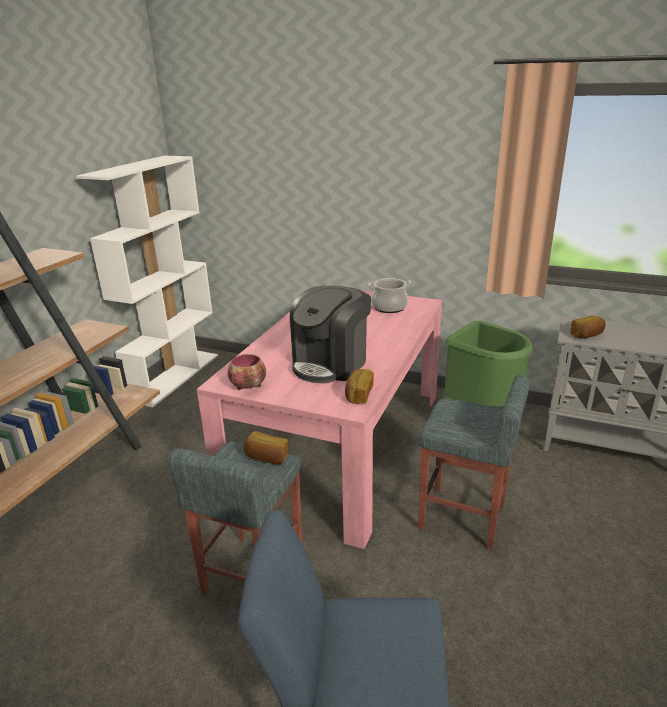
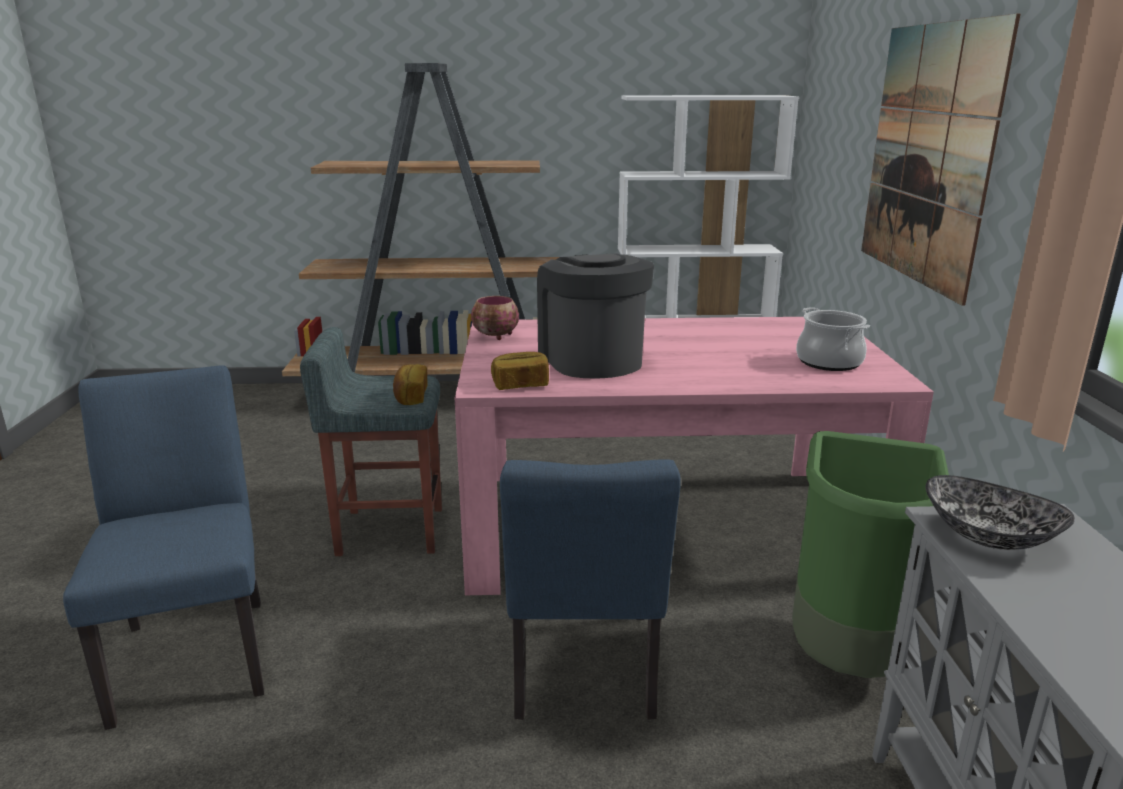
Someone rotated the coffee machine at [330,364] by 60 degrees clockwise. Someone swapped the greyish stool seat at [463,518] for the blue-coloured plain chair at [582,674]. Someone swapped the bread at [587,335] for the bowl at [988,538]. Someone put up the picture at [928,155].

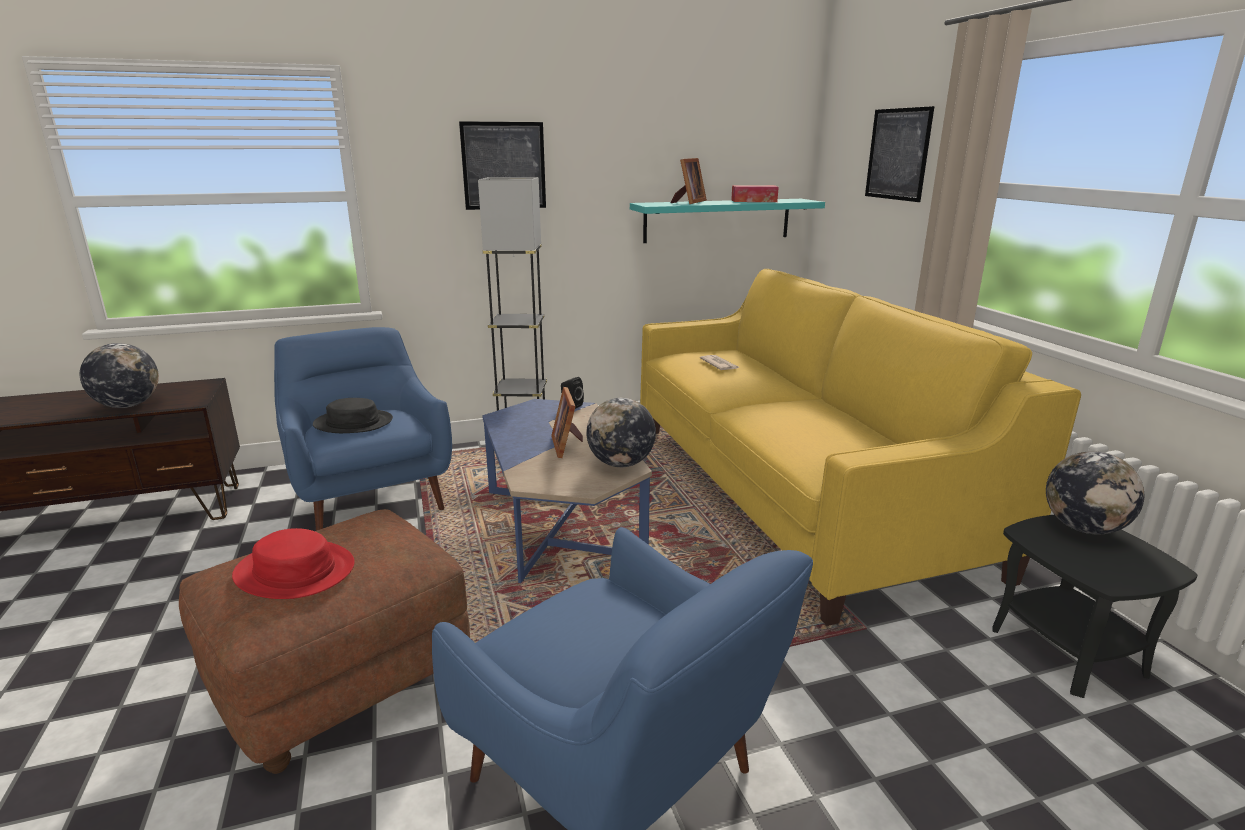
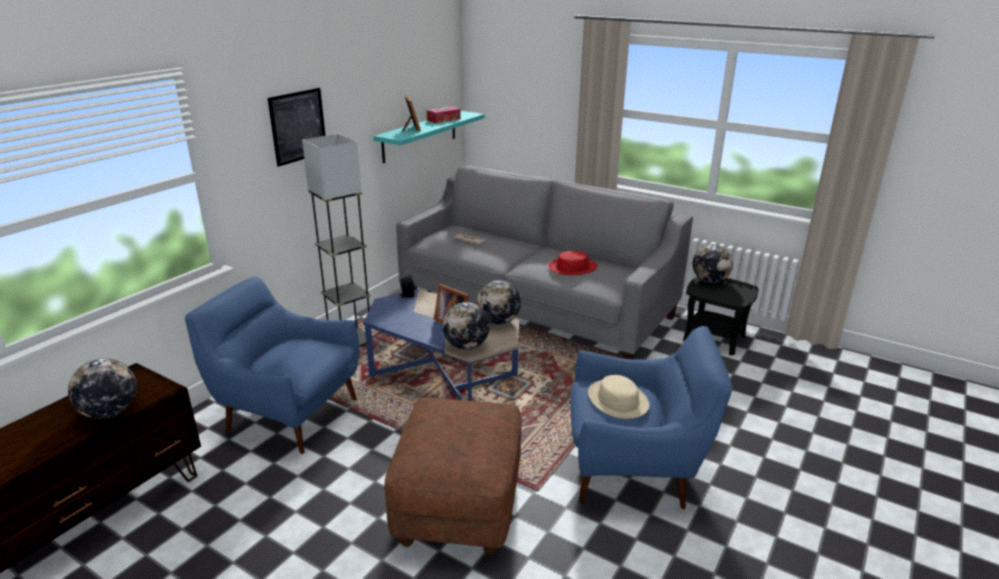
Someone carried the reddish wearable hat from [295,571] to [572,267]. Someone took away the black wearable hat at [353,423]. Someone repainted the yellow couch at [793,492], which became the greyish couch at [536,308]. Someone took away the picture at [898,154]. Someone put down the globe at [466,346]. Someone put down the beige-coloured wearable hat at [617,400].

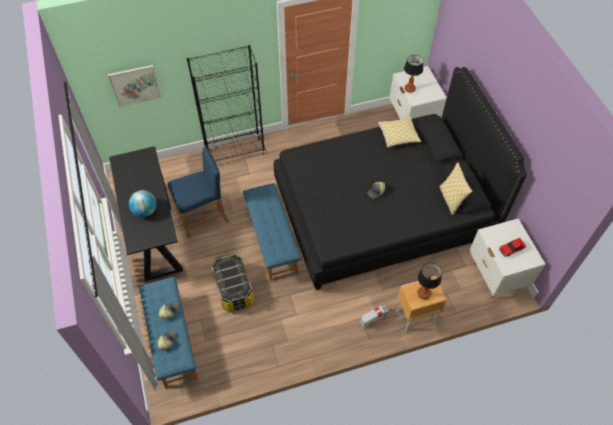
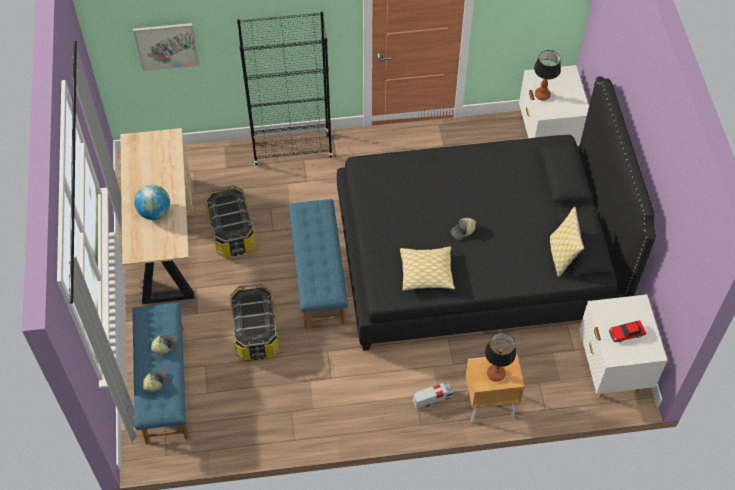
Someone repainted the black desk unit at [154,232], which became the beige-coloured desk unit at [165,242]. Someone swapped the blue-coloured stool seat at [203,217] for the storage bin at [232,231]. Someone carried the pillow from [398,135] to [426,273].

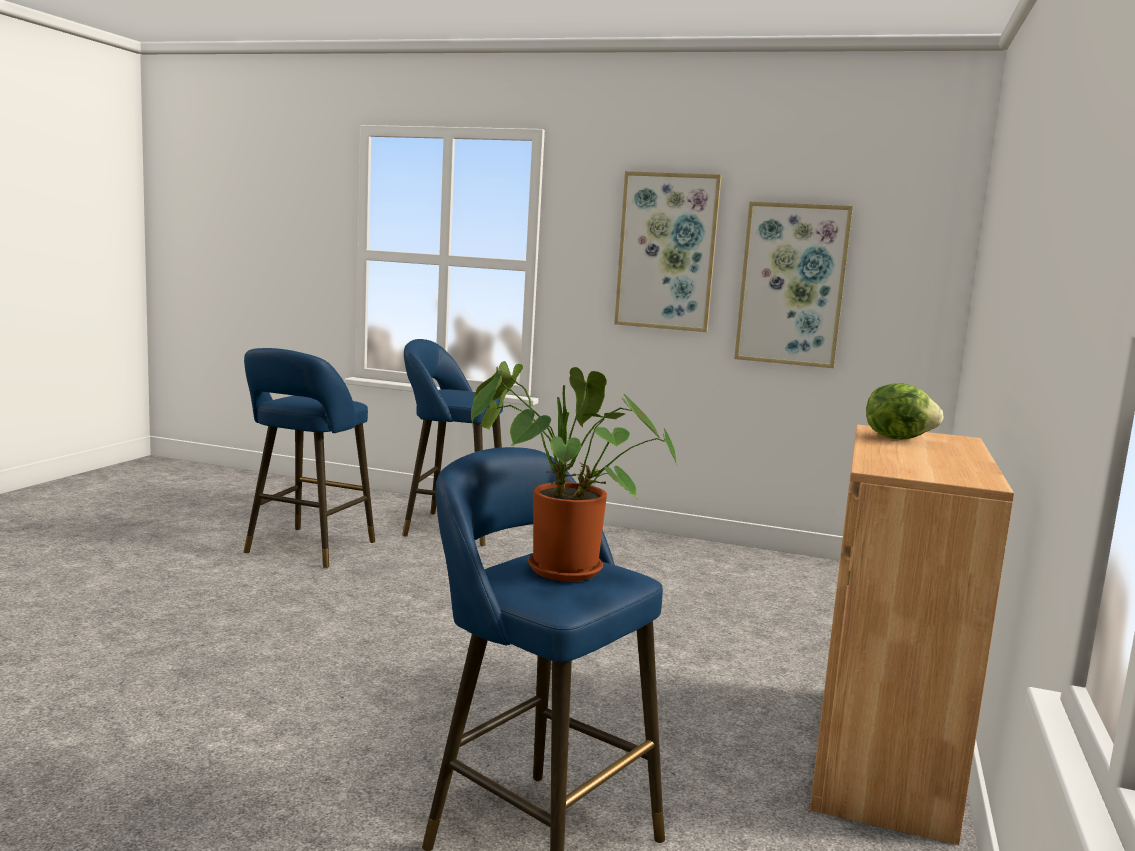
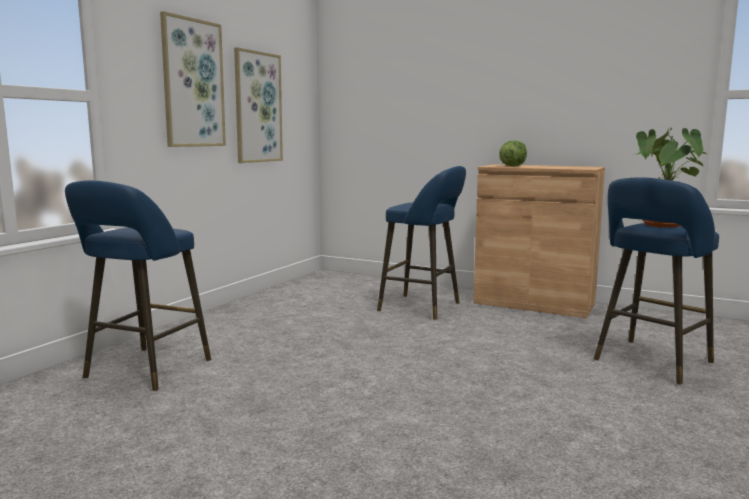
Someone carried the blue-coloured stool seat from [306,549] to [424,307].

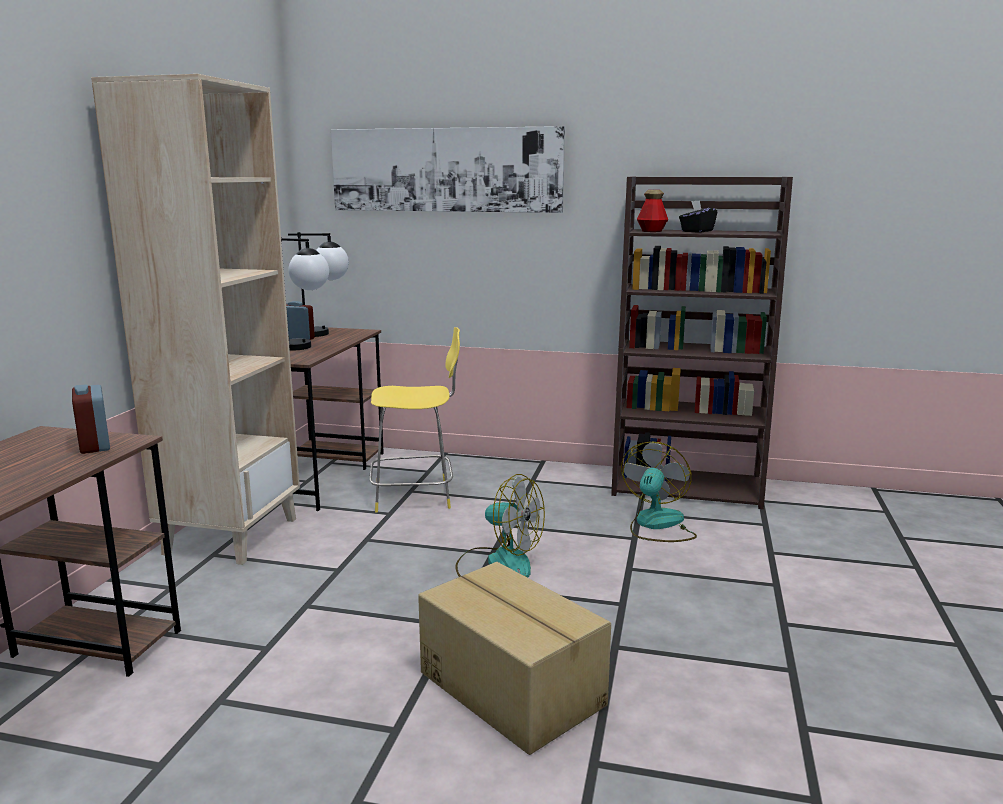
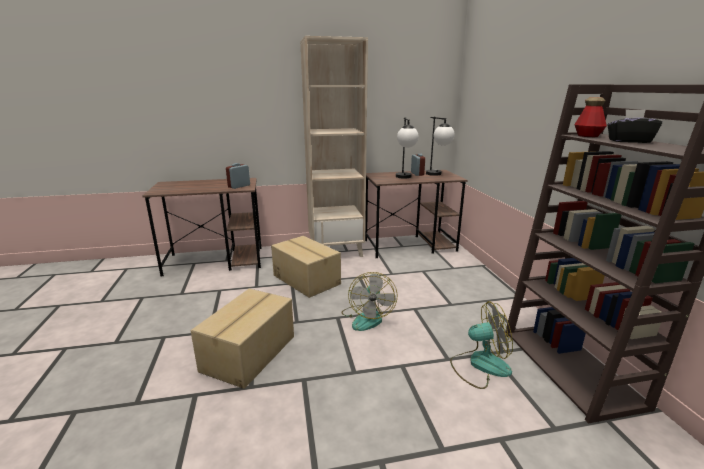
Someone took away the picture at [445,170]. Someone took away the yellow stool seat at [416,496]. Someone put down the cardboard box at [307,279].

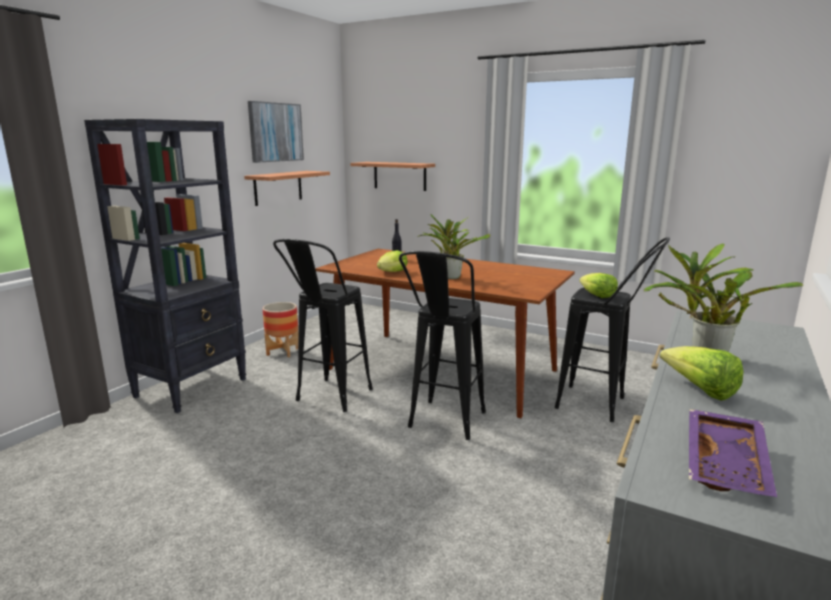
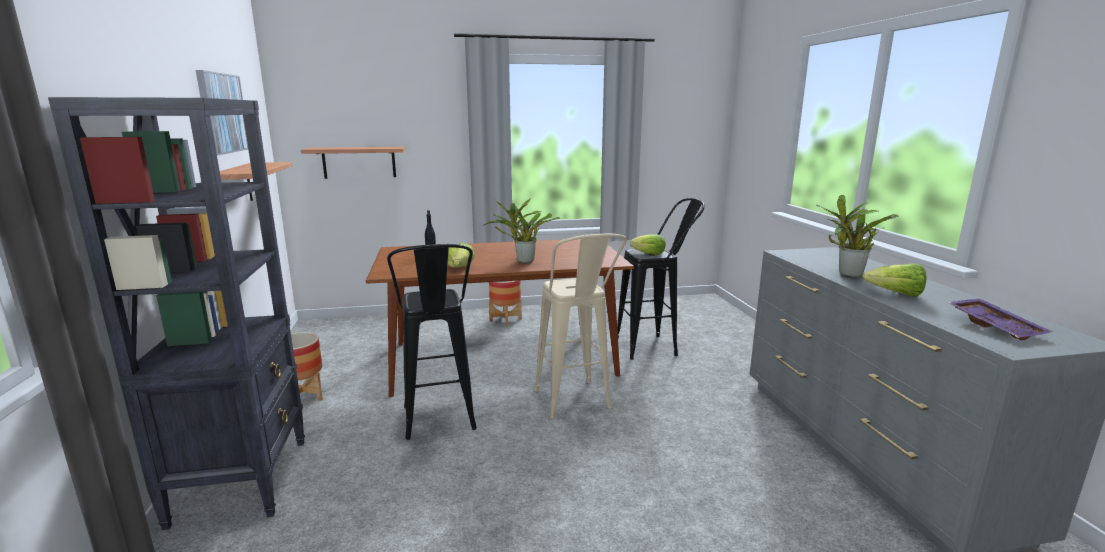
Someone repainted the black stool seat at [443,426], which became the beige-coloured stool seat at [576,405]. Someone put down the flower pot at [505,320].

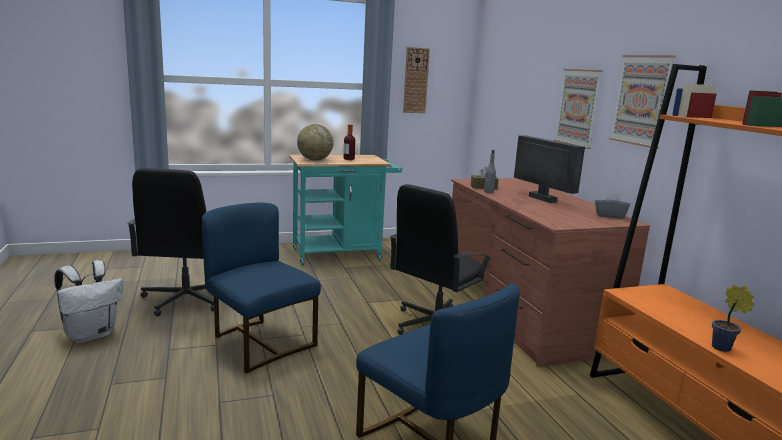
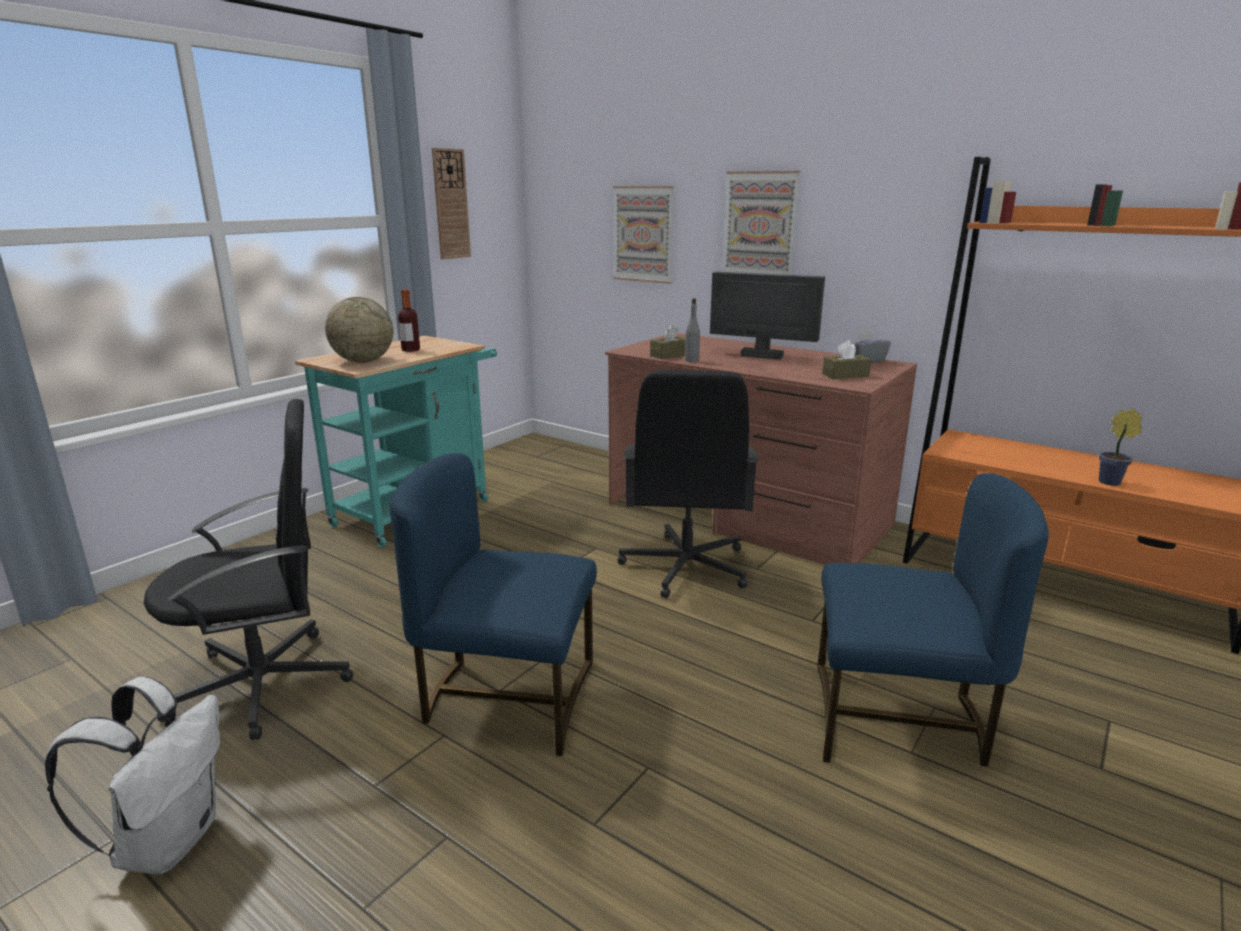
Someone rotated the black office chair at [185,299] by 75 degrees counterclockwise. Someone carried the picture from [641,100] to [643,234]. Someone put down the brown-coloured tissue holder at [845,375].

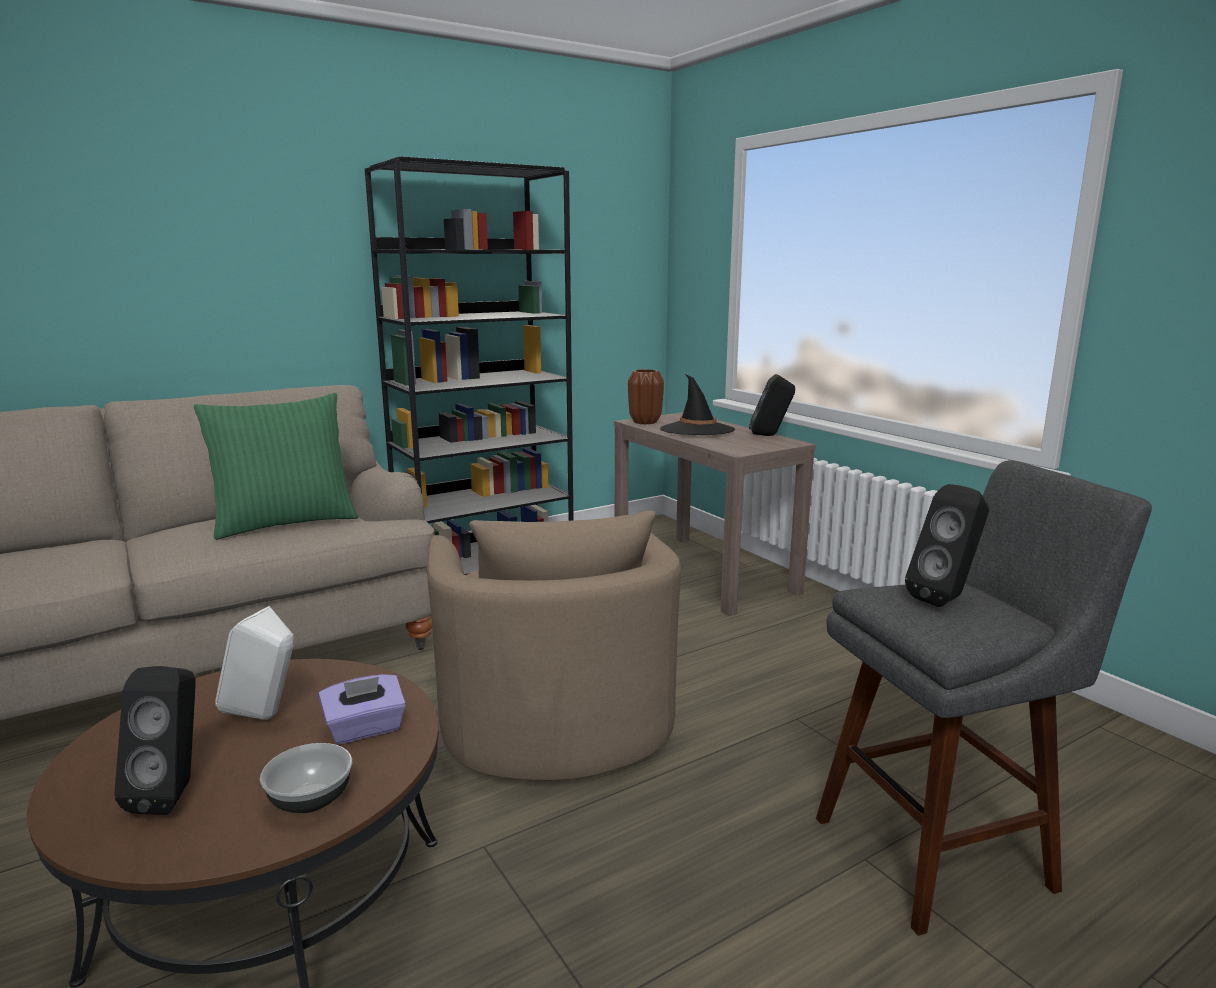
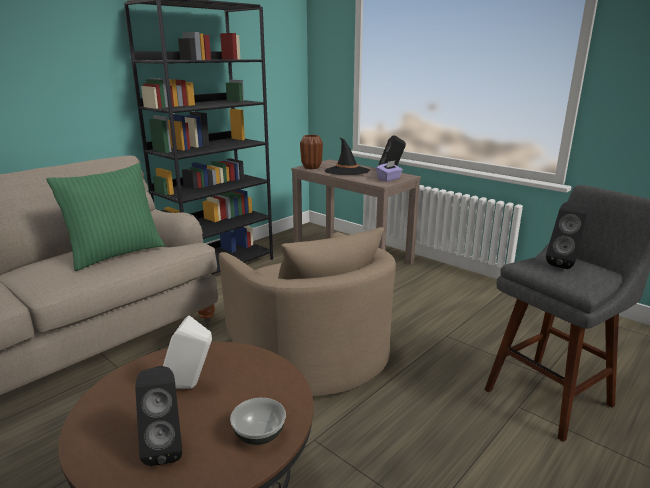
Someone carried the purplish tissue holder from [365,729] to [389,179].

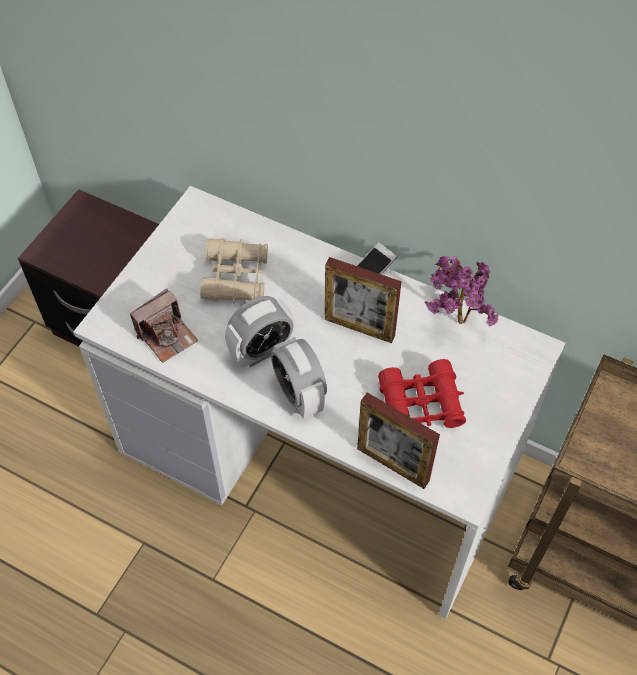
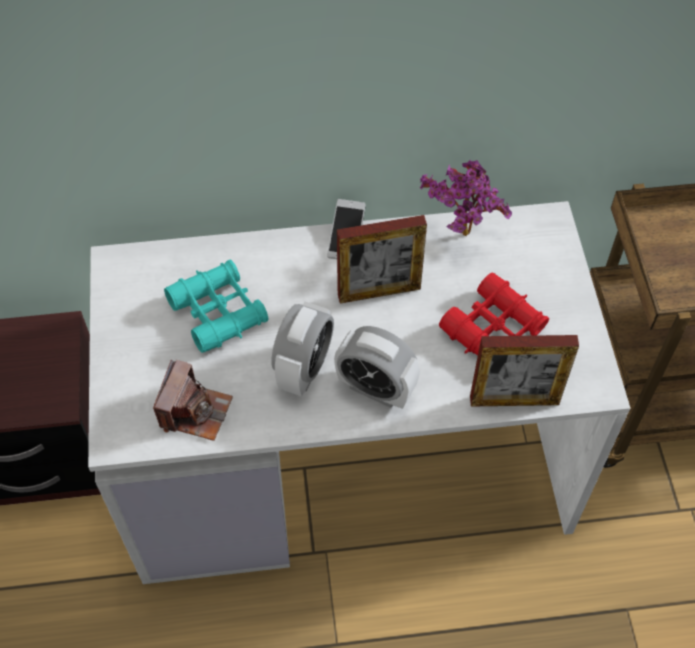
Someone repainted the beige-coloured field glasses at [236,277], which became the blue-green field glasses at [218,312].

